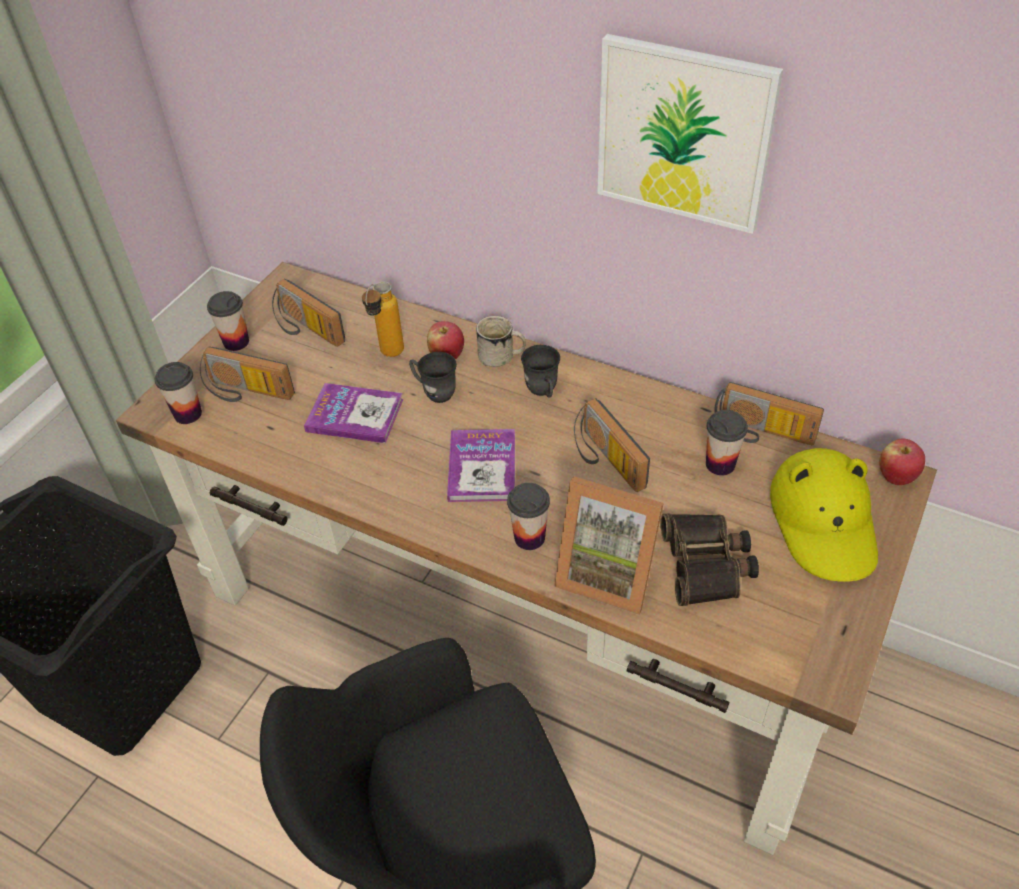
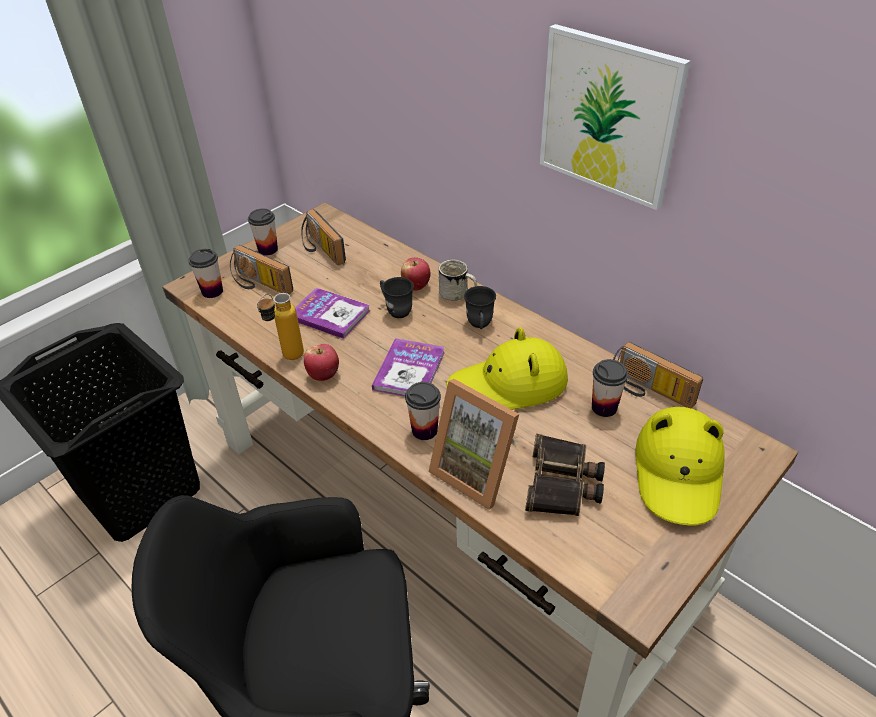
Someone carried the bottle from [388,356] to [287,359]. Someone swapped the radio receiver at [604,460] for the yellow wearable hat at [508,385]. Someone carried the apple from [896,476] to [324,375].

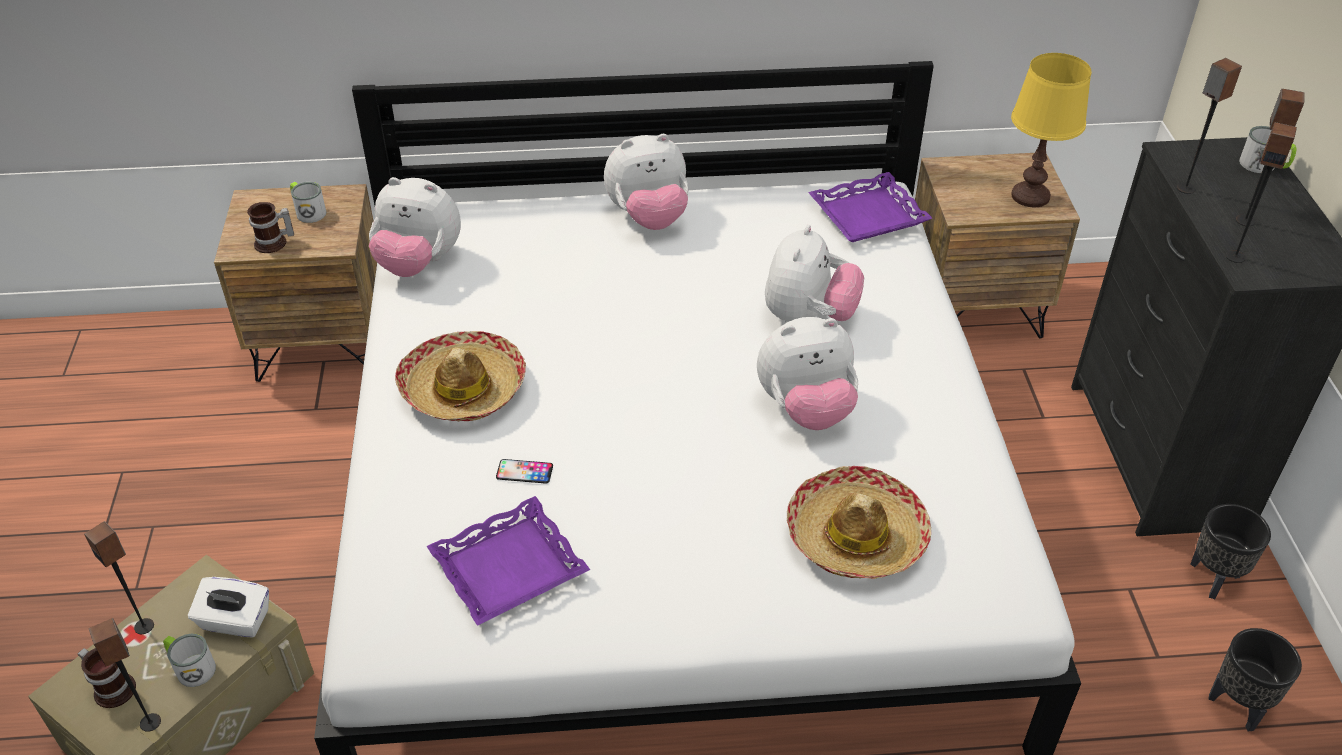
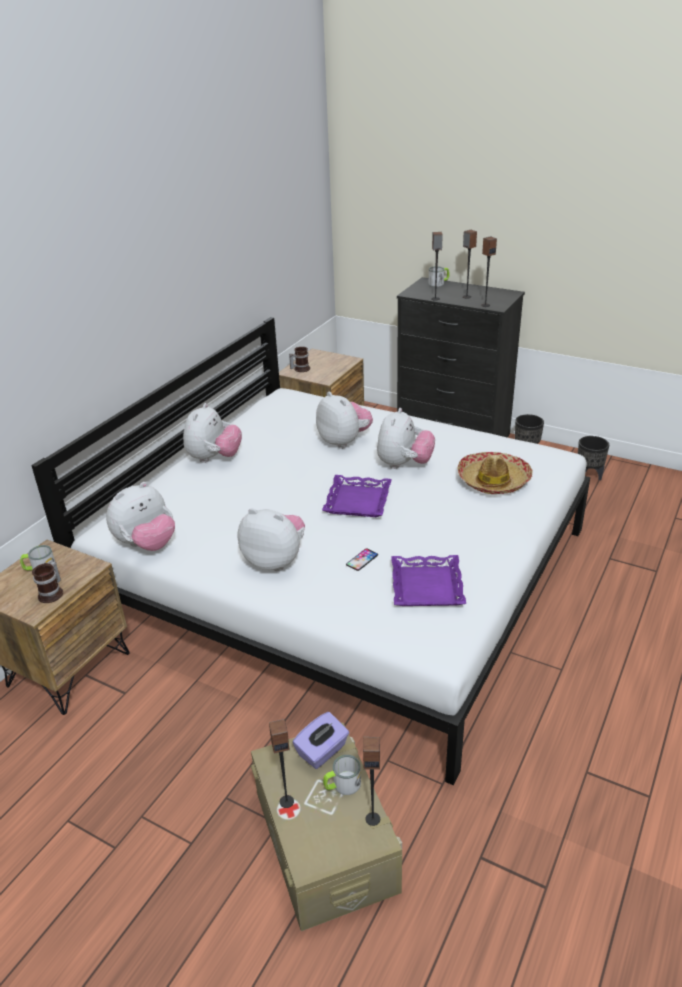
Someone carried the tea mug from [113,687] to [300,369]. Someone repainted the white tissue holder at [235,621], which became the purplish tissue holder at [322,751]. Someone swapped the wearable hat at [463,388] for the cuddly toy at [275,560]. Someone carried the purplish carrying tray from [868,215] to [358,501]. Someone took away the yellow tabletop lamp at [1030,196].

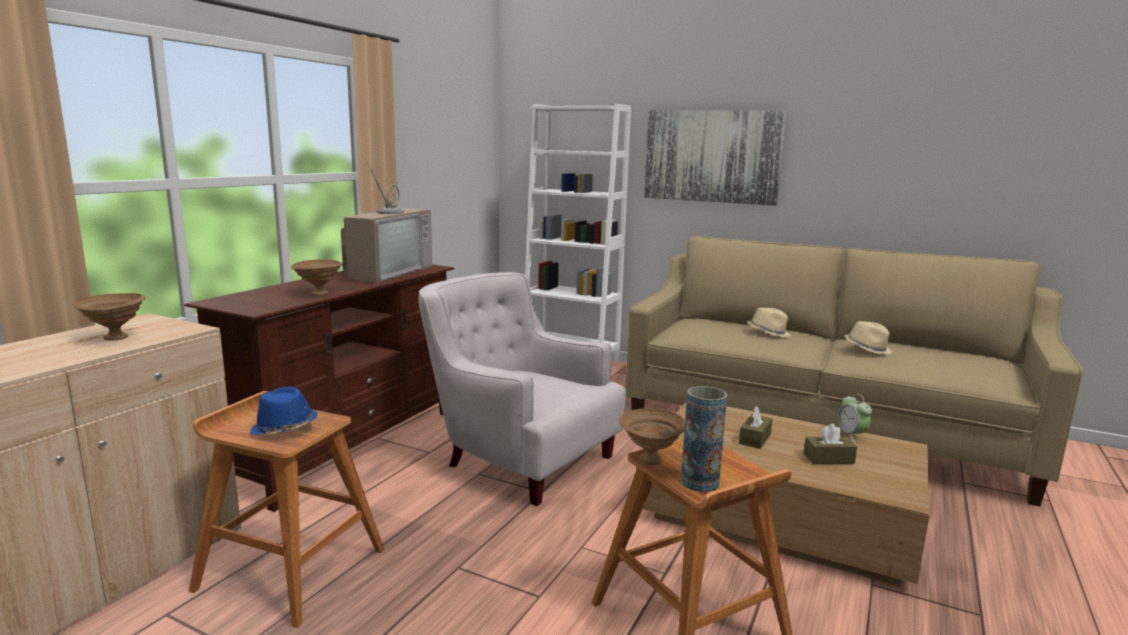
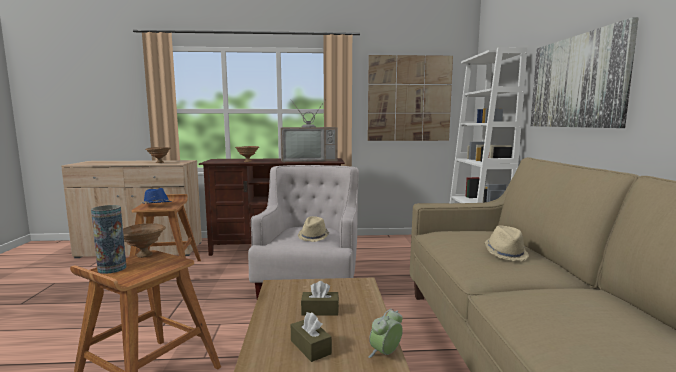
Someone carried the beige-coloured wearable hat from [867,349] to [313,237]. Someone put up the picture at [409,98].

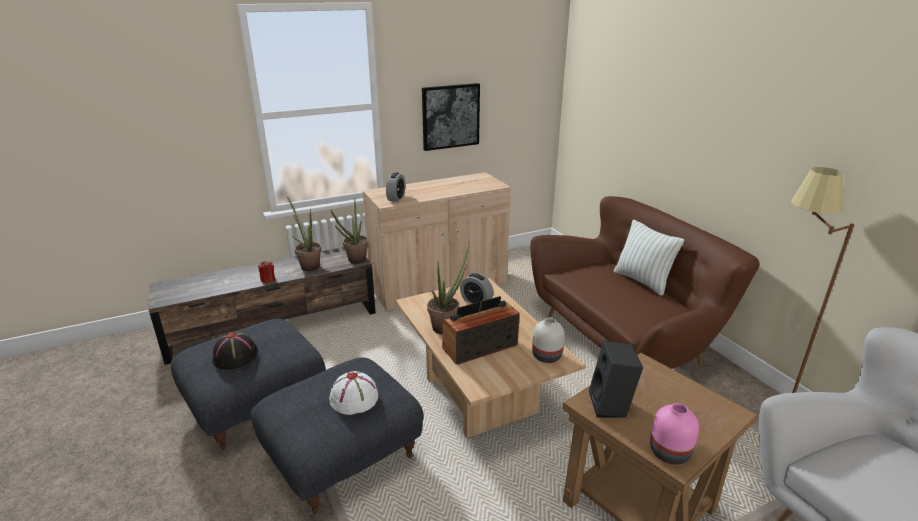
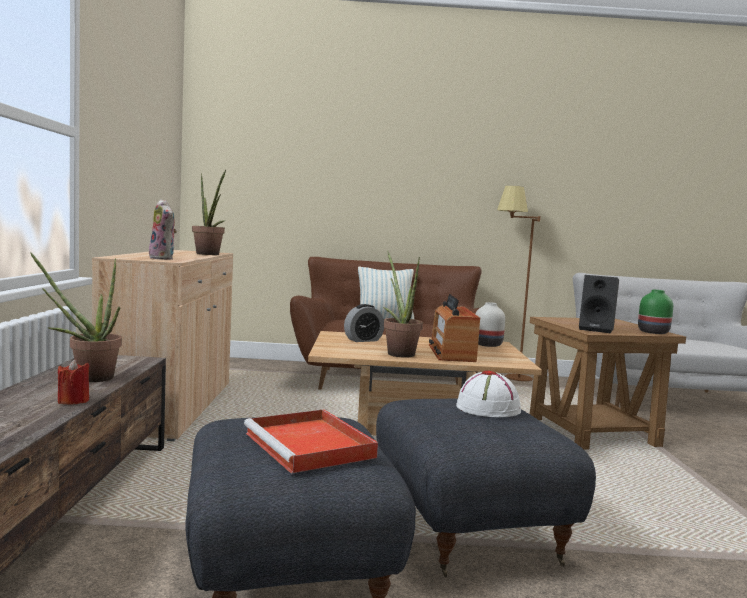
Someone swapped the black wearable hat at [235,356] for the reddish carrying tray at [311,446]. Someone carried the houseplant from [354,261] to [209,254]. Someone swapped the bedside clock at [396,198] for the cuddly toy at [163,258]. Someone took away the picture at [450,116]. Someone repainted the pinkish vase at [669,451], which became the green vase at [652,332].

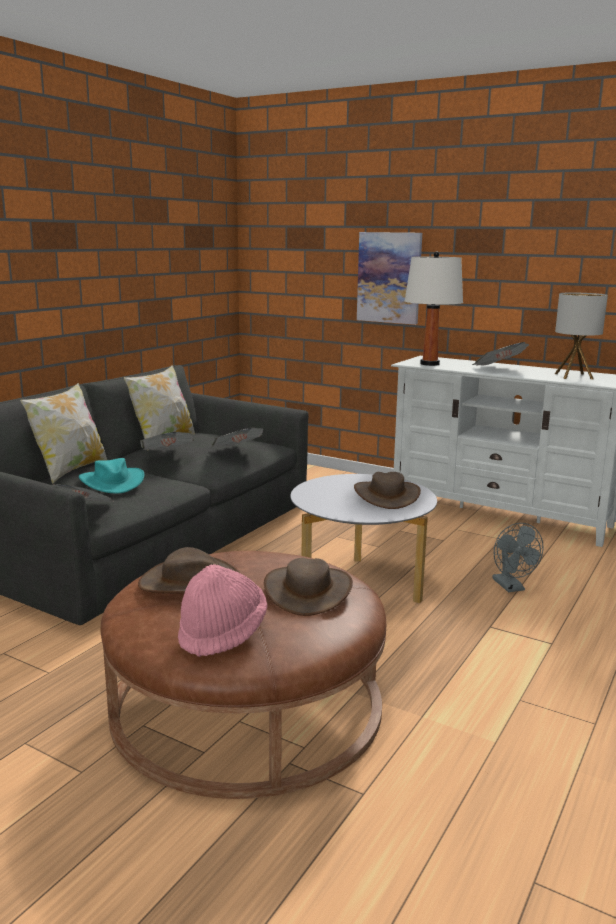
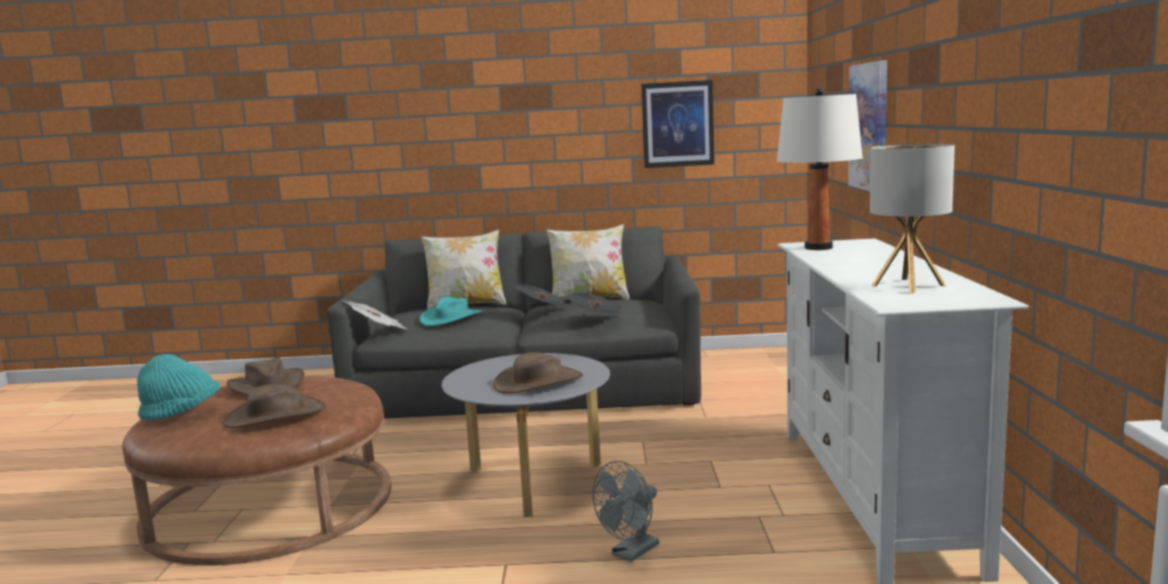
Someone repainted the pinkish wearable hat at [222,634], which became the blue-green wearable hat at [181,414]. Someone took away the daily paper at [498,369]. Someone put up the picture at [677,124].

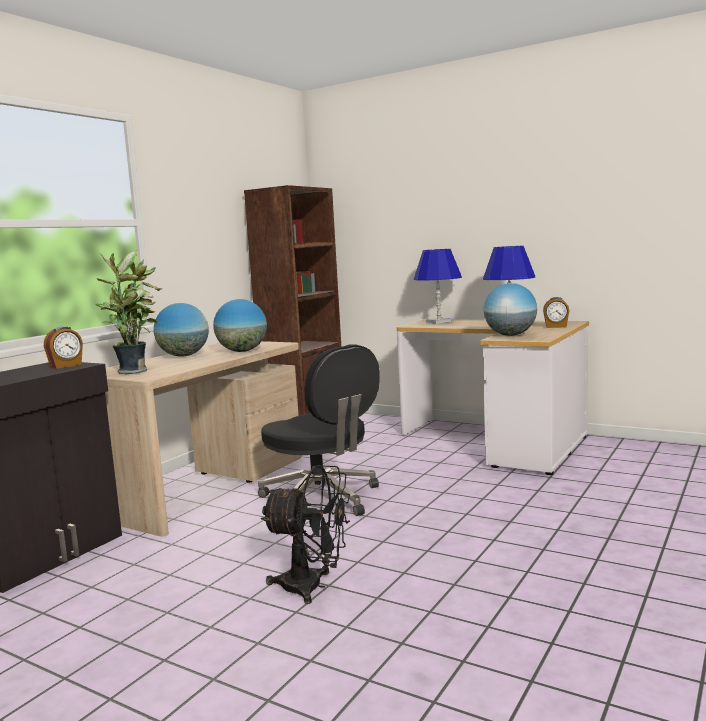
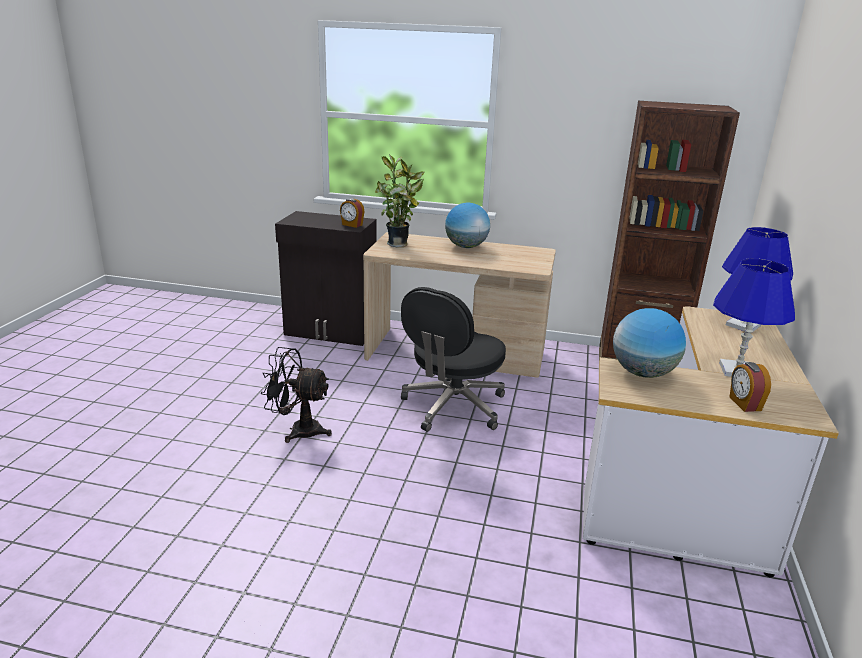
Someone took away the globe at [242,351]. Someone rotated the black cooling fan at [312,587] by 105 degrees clockwise.

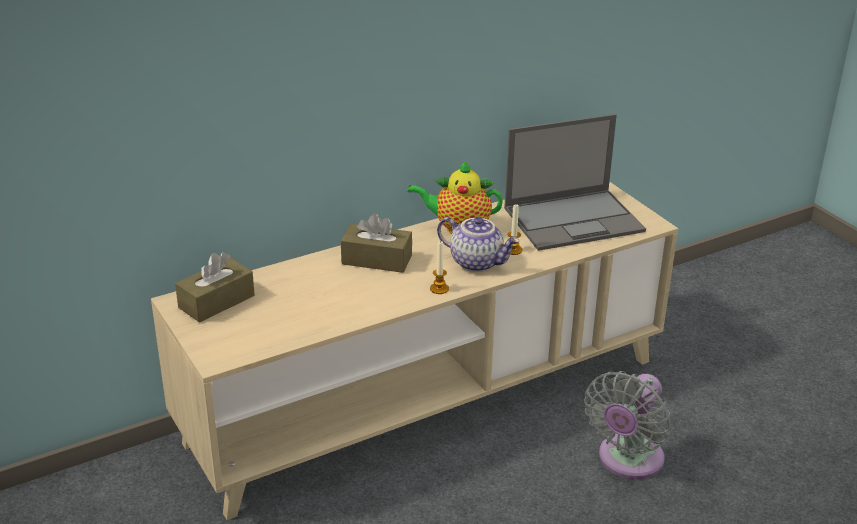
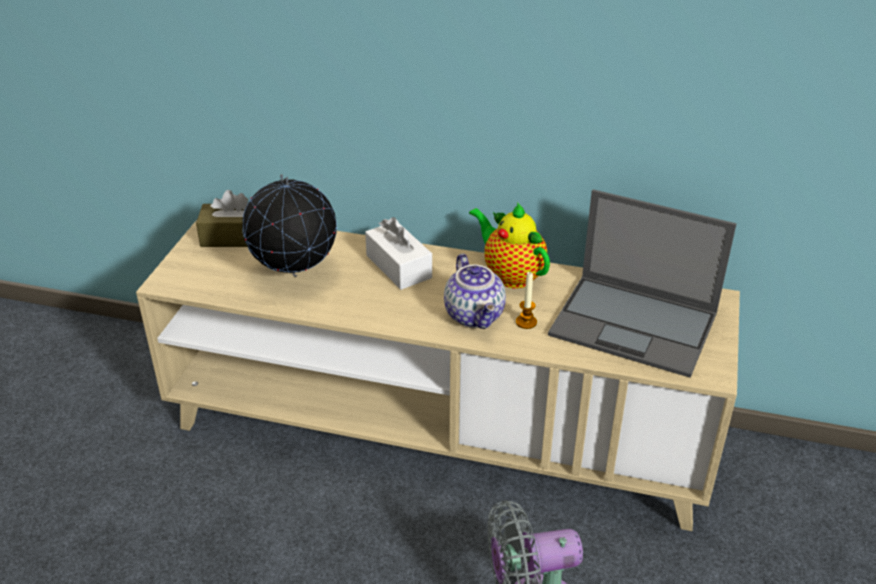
Someone repainted the brown-coloured tissue holder at [376,260], which became the white tissue holder at [398,266]. Someone took away the wax candle at [439,289]. Someone put down the globe at [295,274].

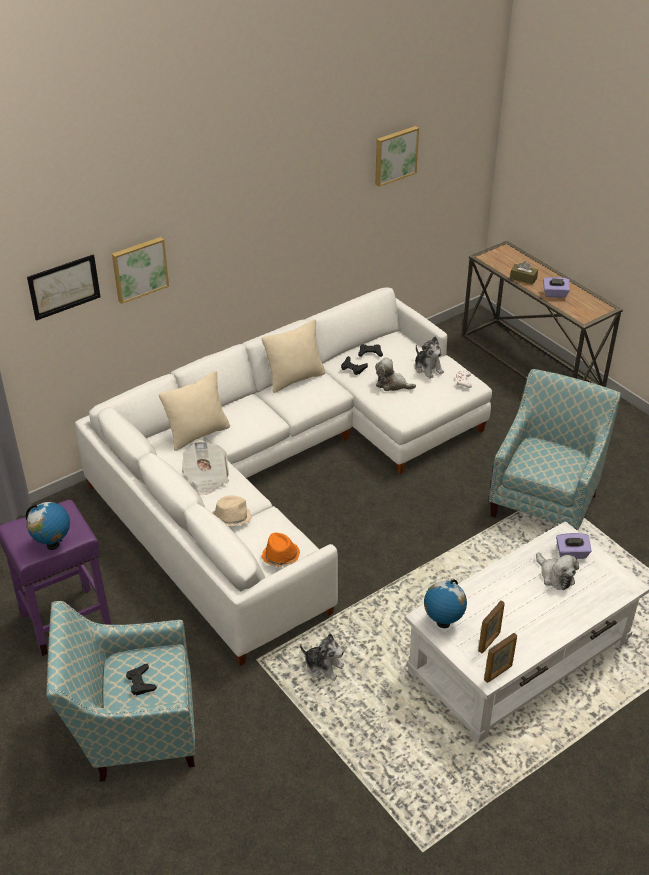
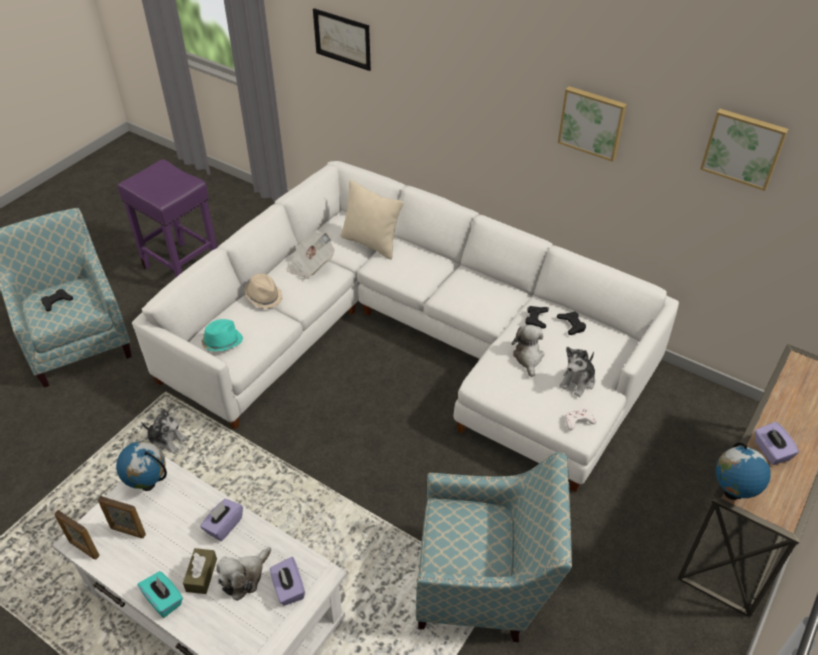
Someone carried the globe from [53,545] to [732,493]. Someone carried the picture from [139,269] to [592,122]. Someone repainted the orangey wearable hat at [280,557], which became the blue-green wearable hat at [222,342]. Someone took away the beige-coloured pillow at [295,379]. Someone rotated the cuddly toy at [323,666] by 75 degrees counterclockwise. Someone carried the brown-coloured tissue holder from [523,278] to [201,575]. Someone put down the blue-green tissue holder at [164,600]. Someone put down the purplish tissue holder at [224,526].

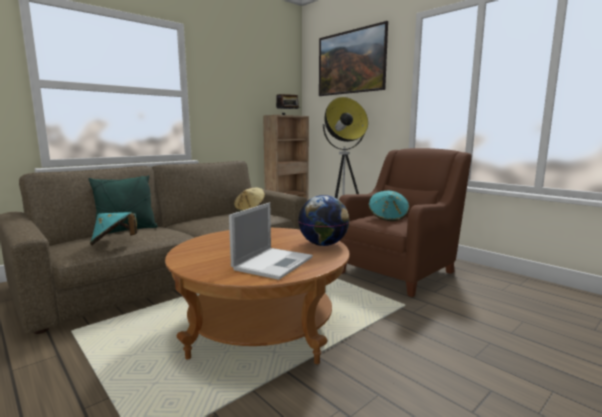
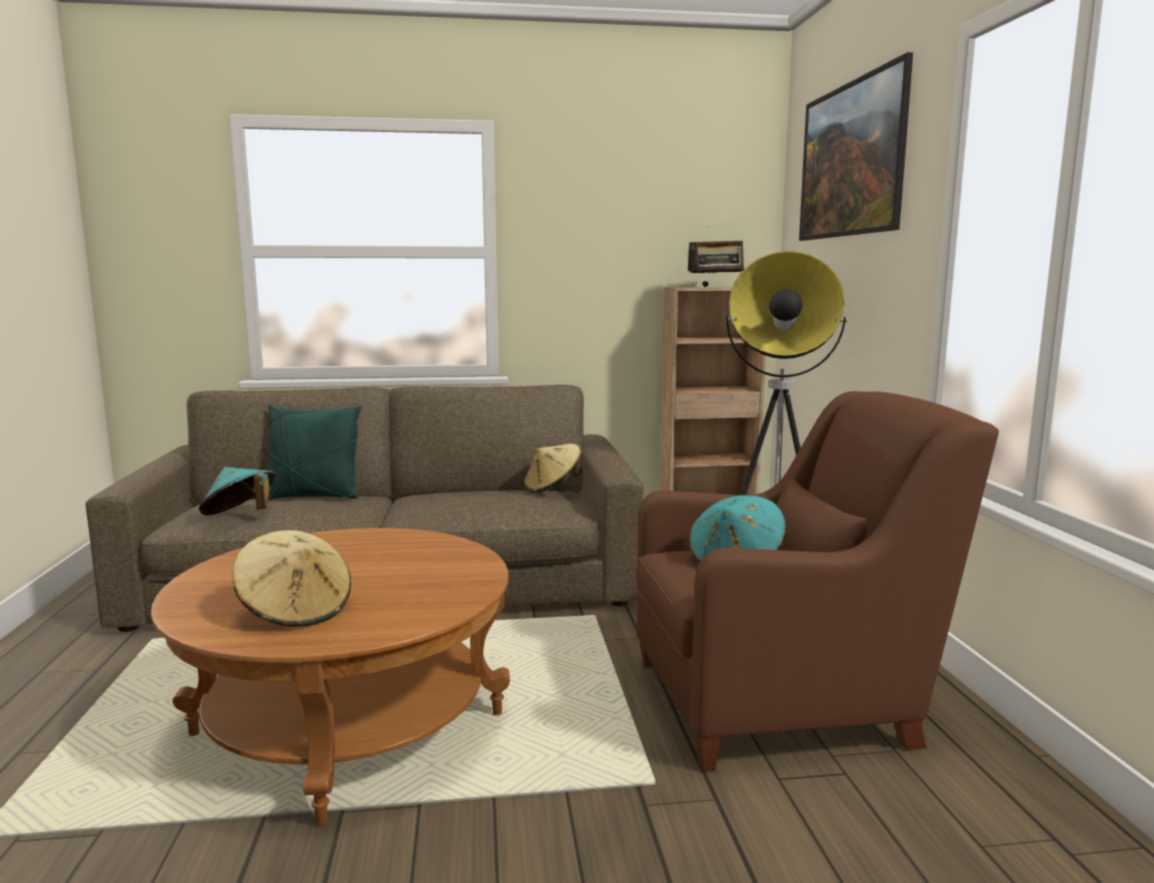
Someone swapped the portable computer at [274,263] for the beige-coloured wearable hat at [295,611]. Someone took away the globe at [323,244].

